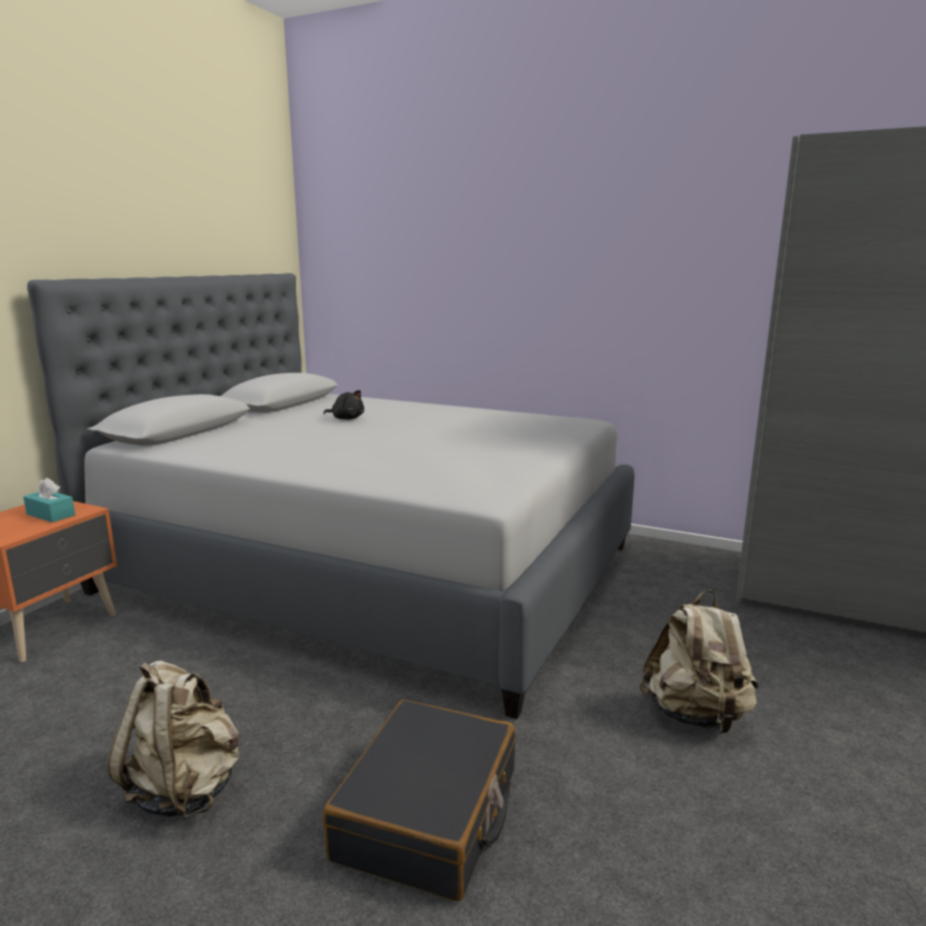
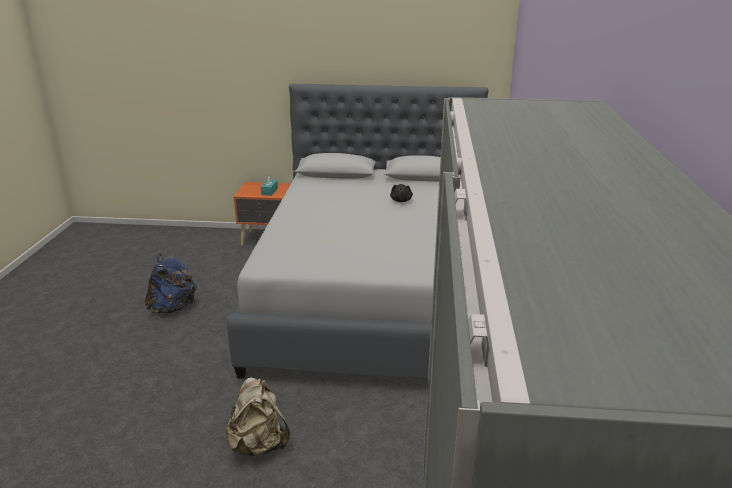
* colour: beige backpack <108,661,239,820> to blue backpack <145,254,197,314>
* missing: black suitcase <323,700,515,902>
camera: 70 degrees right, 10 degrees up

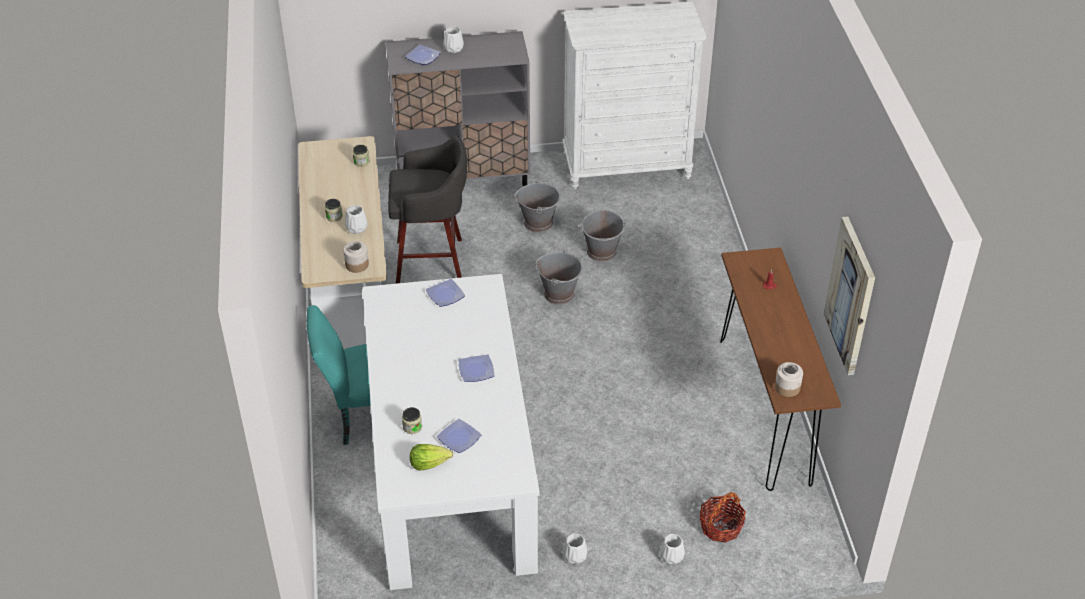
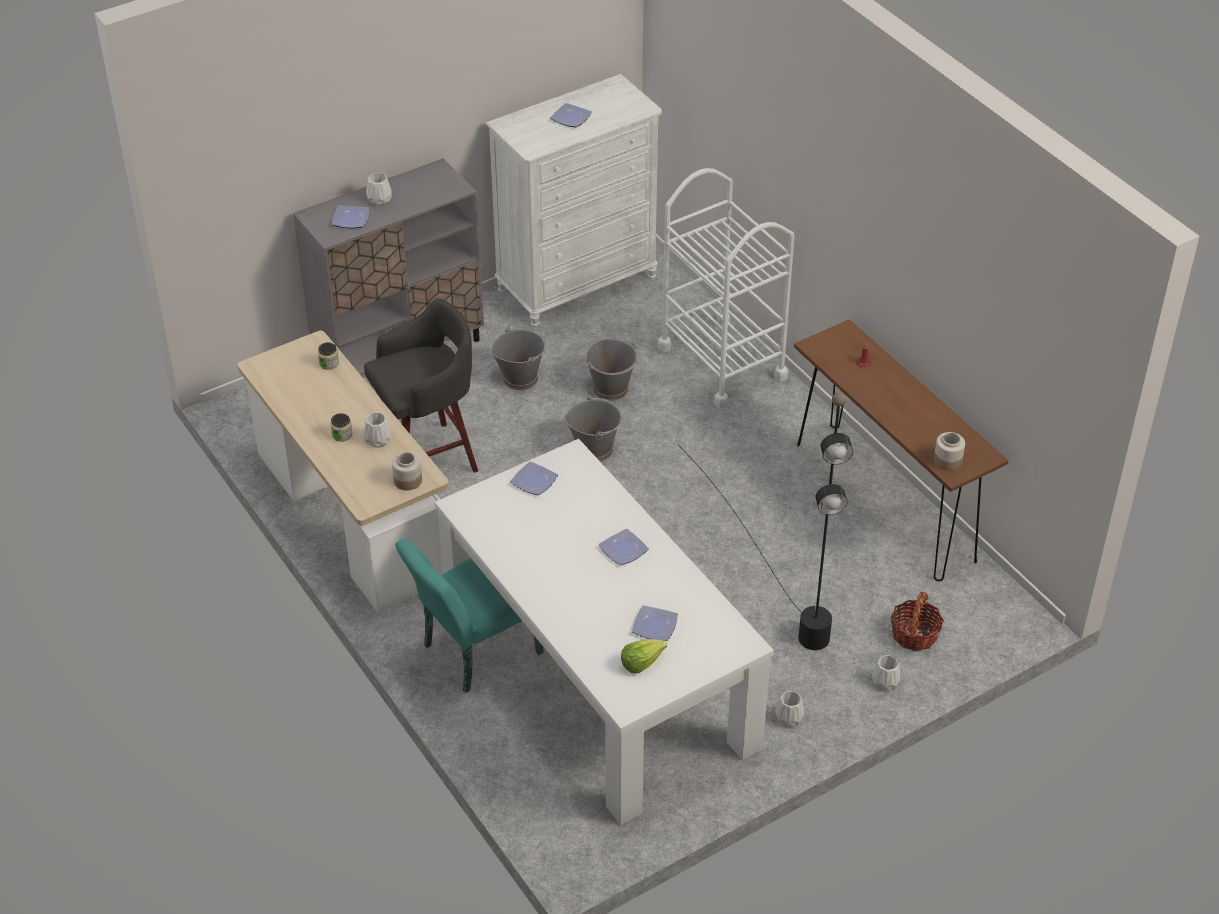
* missing: jar <402,407,422,434>
* missing: picture <823,217,875,375>
* appeared: plate <550,103,592,127>
* appeared: white cart <657,168,795,408>
* appeared: black floor lamp <677,392,853,650>
camera: 25 degrees left, 0 degrees up

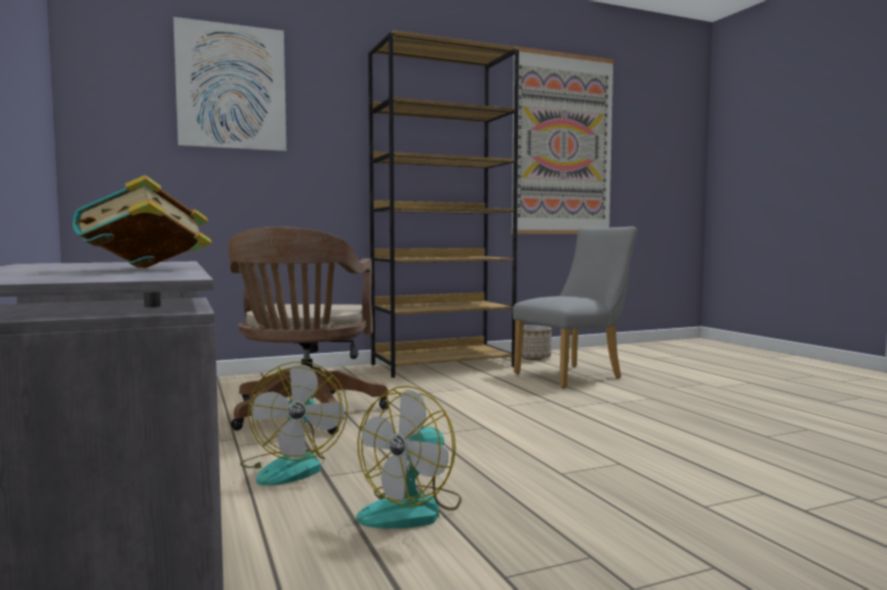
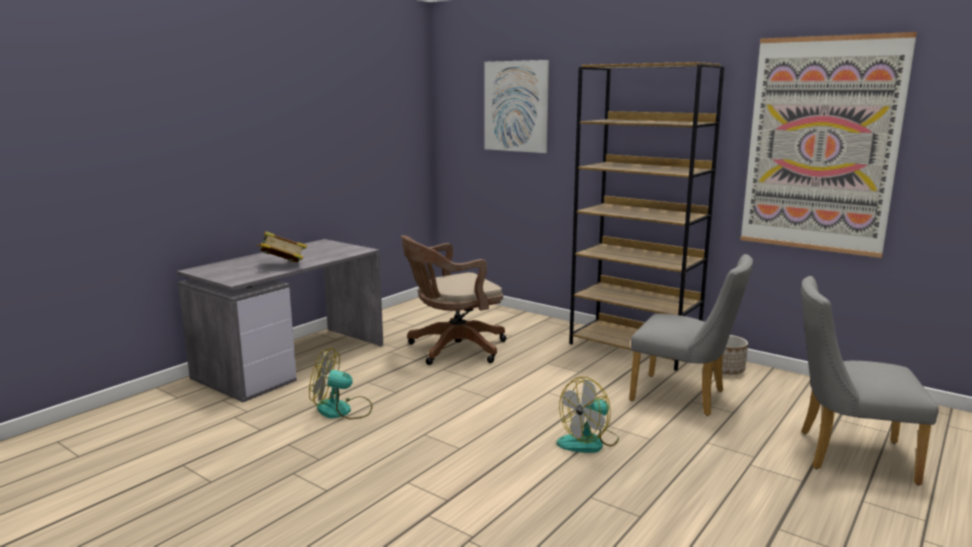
* relocated: fan <240,361,348,486> to <557,376,619,453>
* appeared: grey chair <801,276,939,485>
camera: 60 degrees right, 10 degrees up

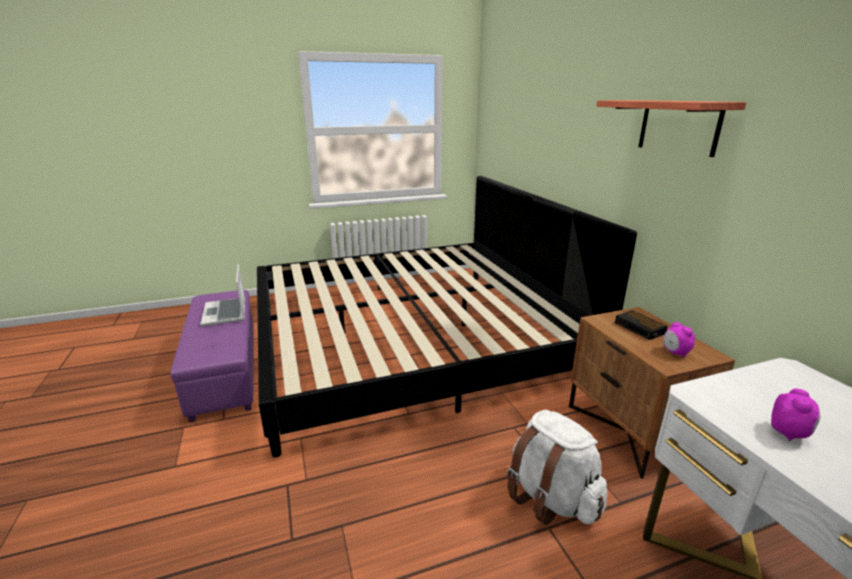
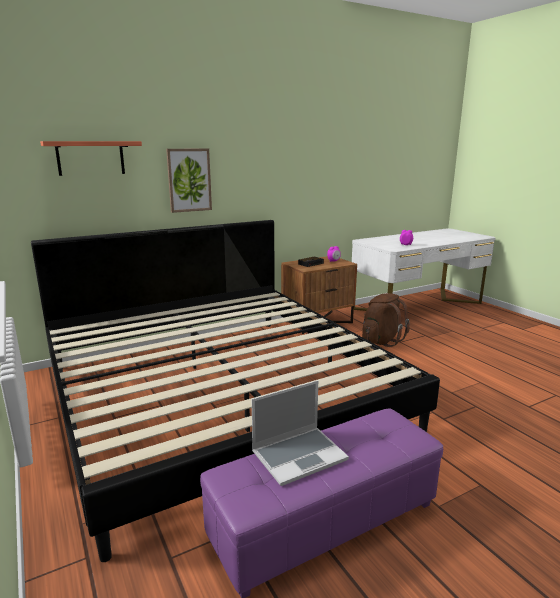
* colour: white backpack <507,410,607,525> to brown backpack <362,293,410,347>
* relocated: shelf <596,100,747,157> to <40,141,142,176>
* appeared: picture <166,148,212,213>
camera: 100 degrees left, 5 degrees down

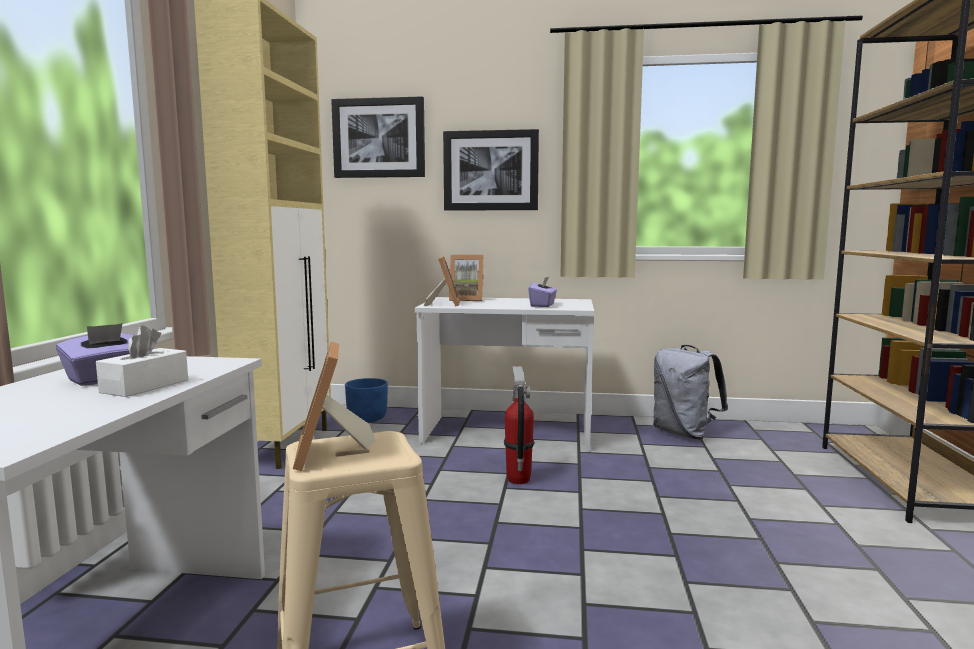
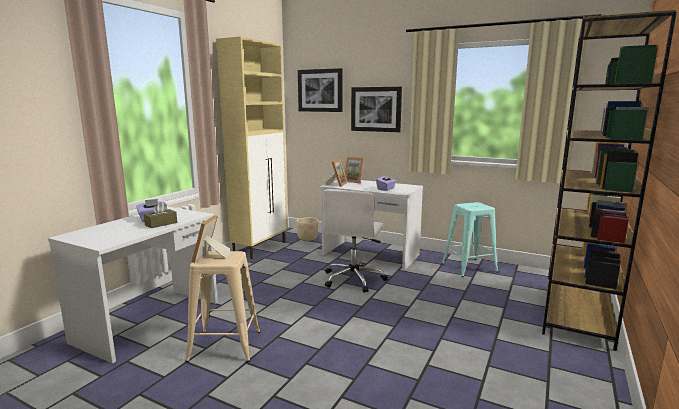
* colour: white tissue box <96,325,188,397> to brown tissue box <144,202,177,228>
* colour: blue planter <345,378,388,423> to beige planter <297,217,318,241>
* exchanged: fire extinguisher <504,366,534,484> to white office chair <323,189,388,293>
* exchanged: grey backpack <653,345,728,440> to turquoise stool <442,202,499,277>
camera: 20 degrees right, 5 degrees up

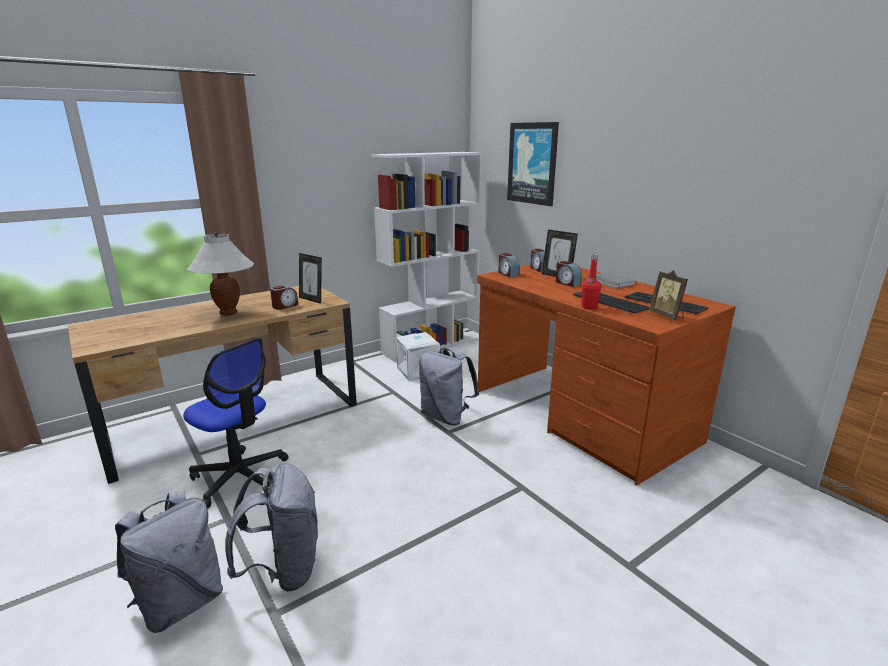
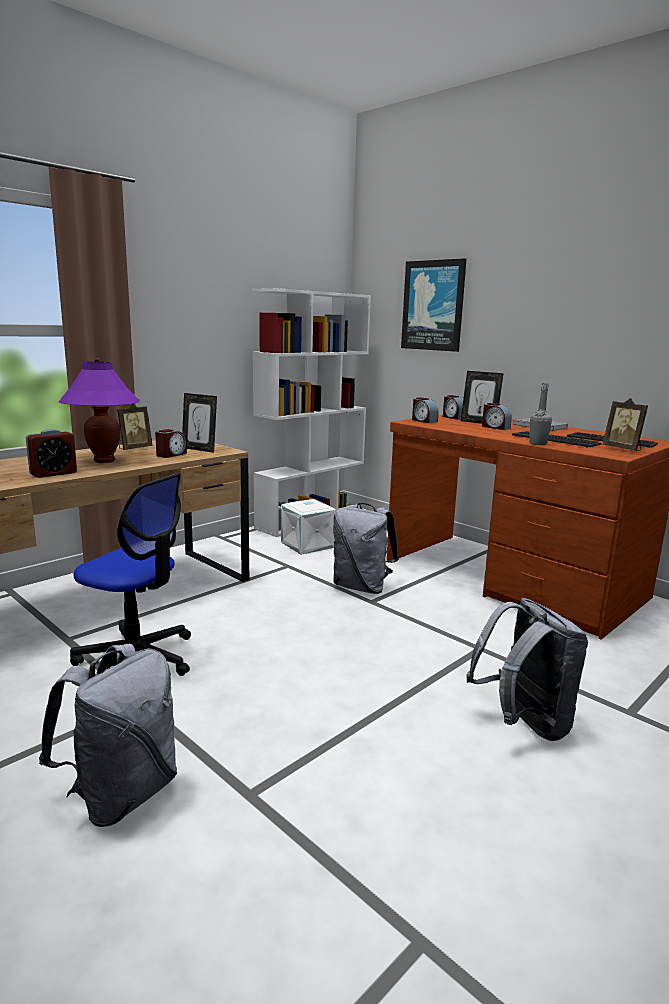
* colour: white table lamp <187,232,254,316> to purple table lamp <59,358,140,463>
* relocated: grey backpack <225,463,318,592> to <466,598,588,741>
* colour: red bottle <582,254,601,310> to grey bottle <529,383,552,445>
* appeared: alarm clock <26,429,77,478>
* appeared: picture frame <117,404,153,450>
camera: 10 degrees left, 5 degrees down

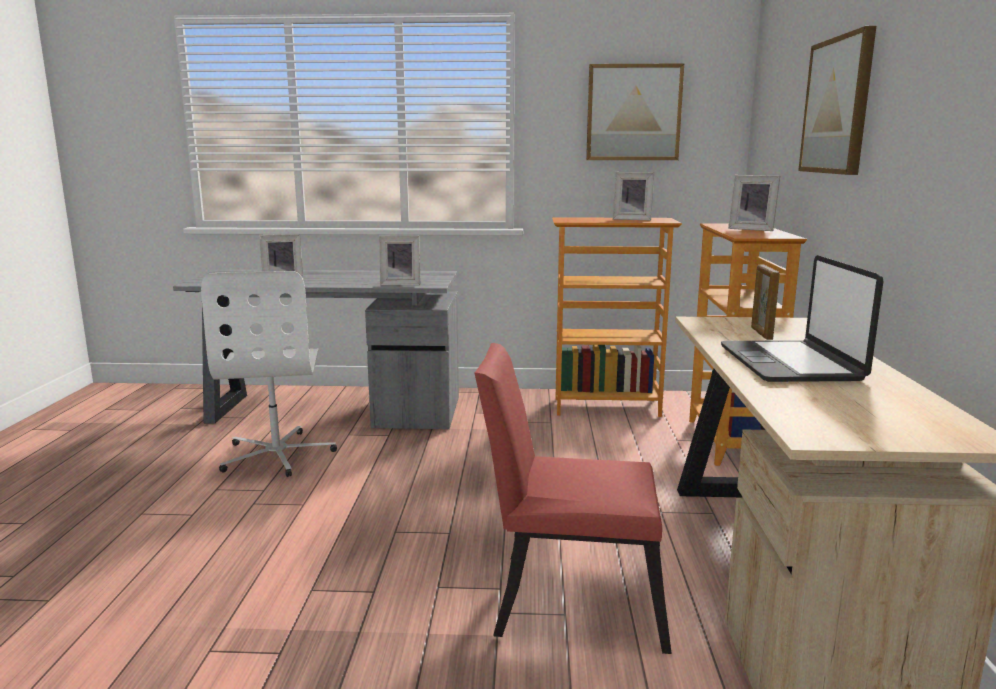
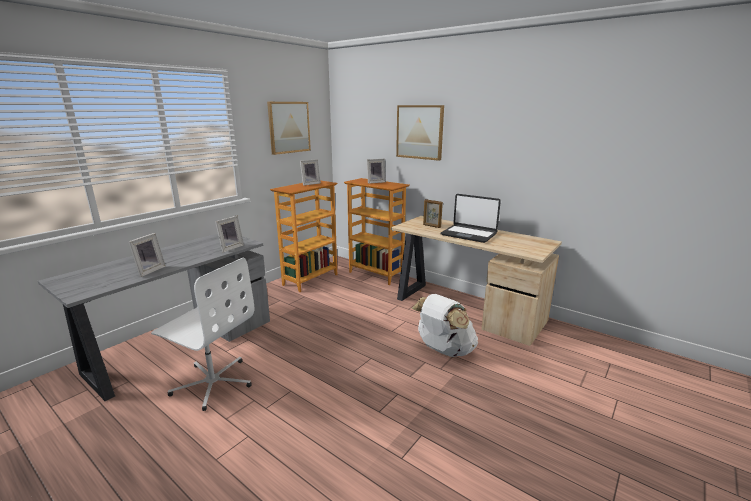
* exchanged: red chair <475,343,672,654> to white backpack <412,294,478,357>
camera: 55 degrees left, 5 degrees up

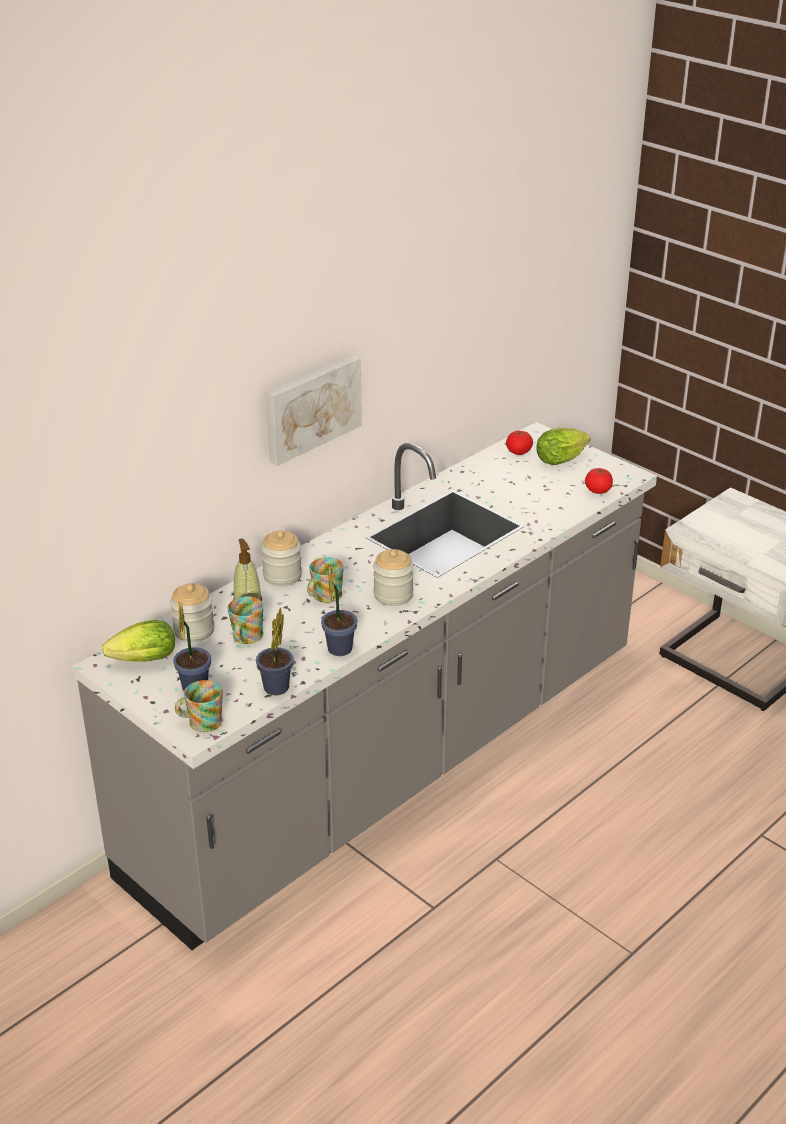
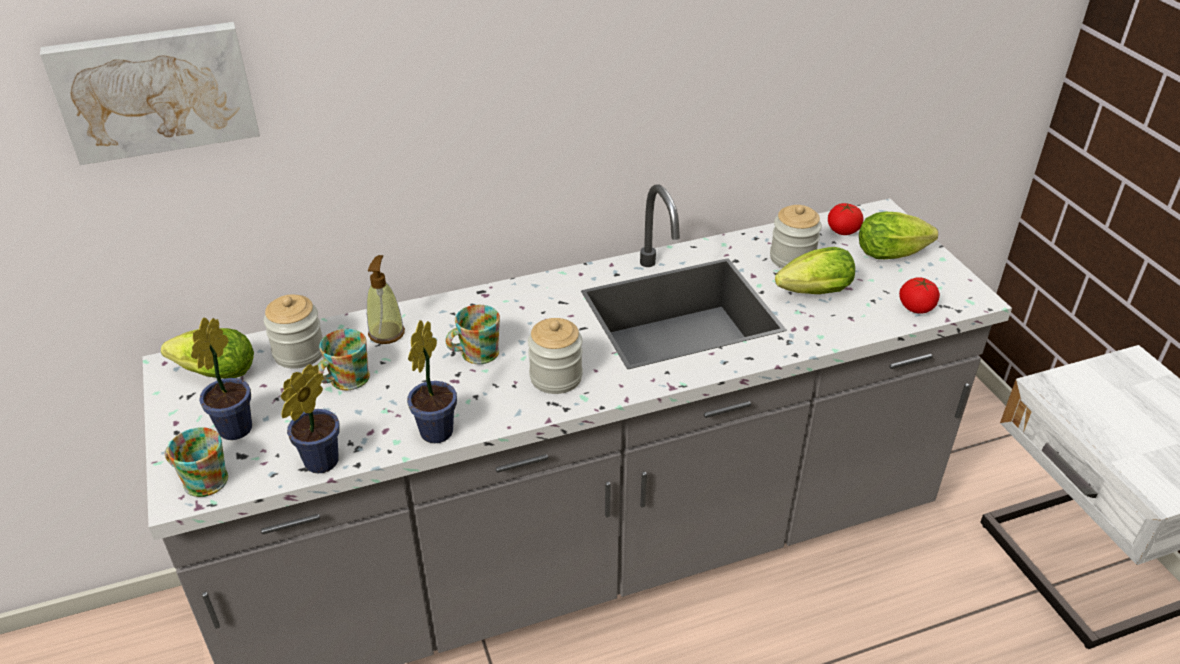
* relocated: jar <261,530,302,586> to <770,205,822,268>
* relocated: picture <266,355,362,466> to <40,22,260,165>
* appeared: lettuce <775,247,855,294>
camera: 25 degrees right, 5 degrees up

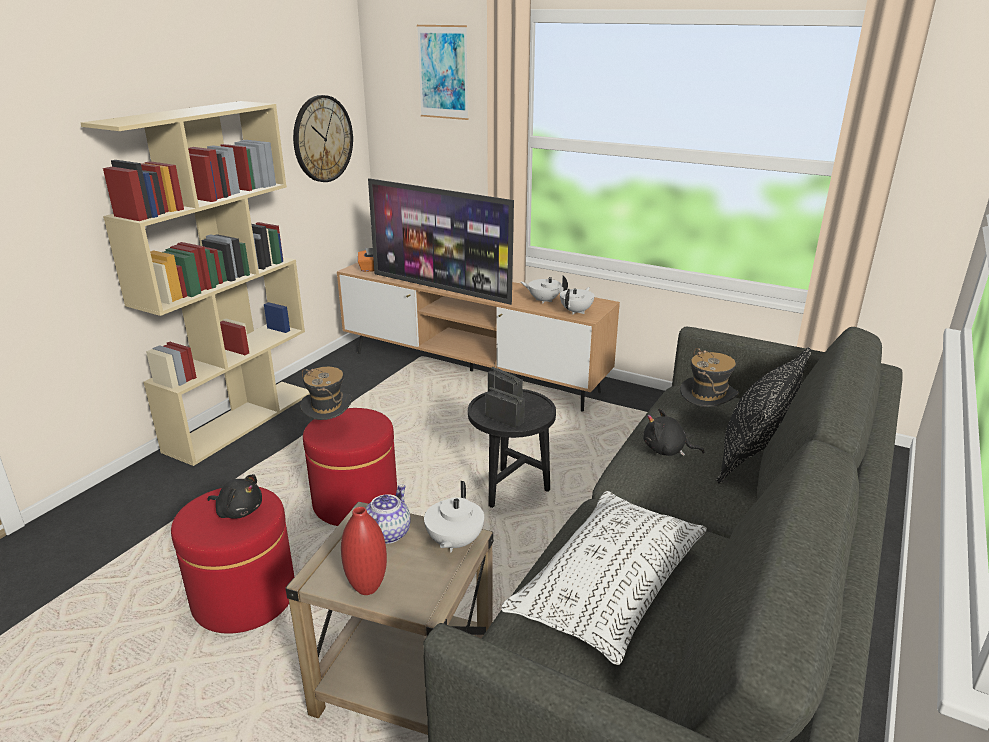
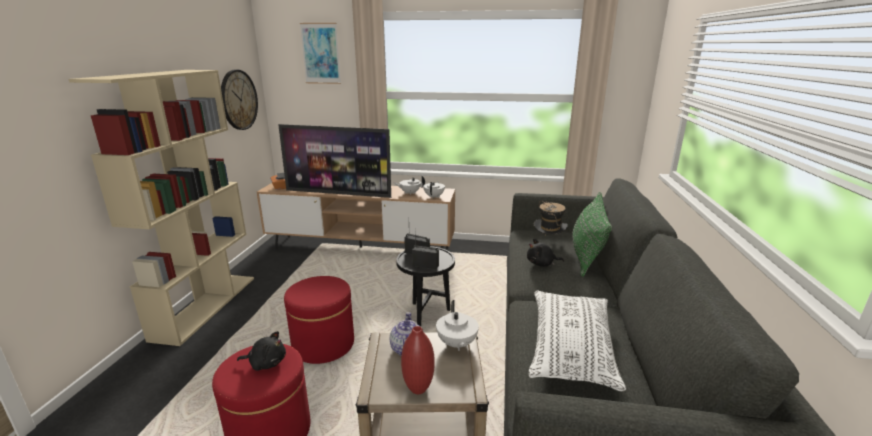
* missing: hat <300,367,352,420>
* colour: black pillow <716,347,811,484> to green pillow <573,192,612,277>
camera: 20 degrees left, 5 degrees down

